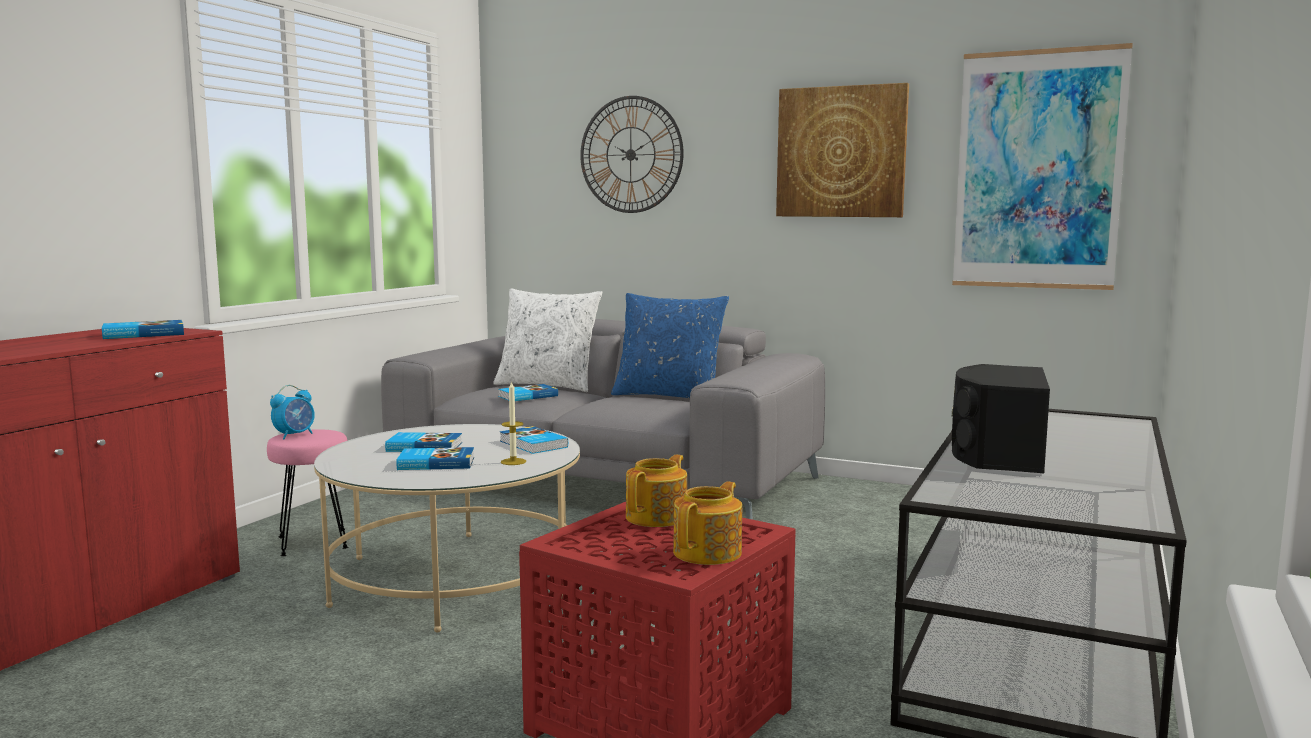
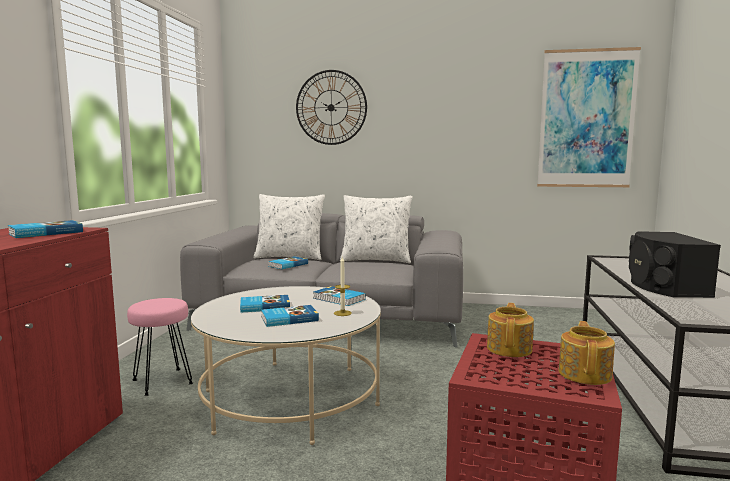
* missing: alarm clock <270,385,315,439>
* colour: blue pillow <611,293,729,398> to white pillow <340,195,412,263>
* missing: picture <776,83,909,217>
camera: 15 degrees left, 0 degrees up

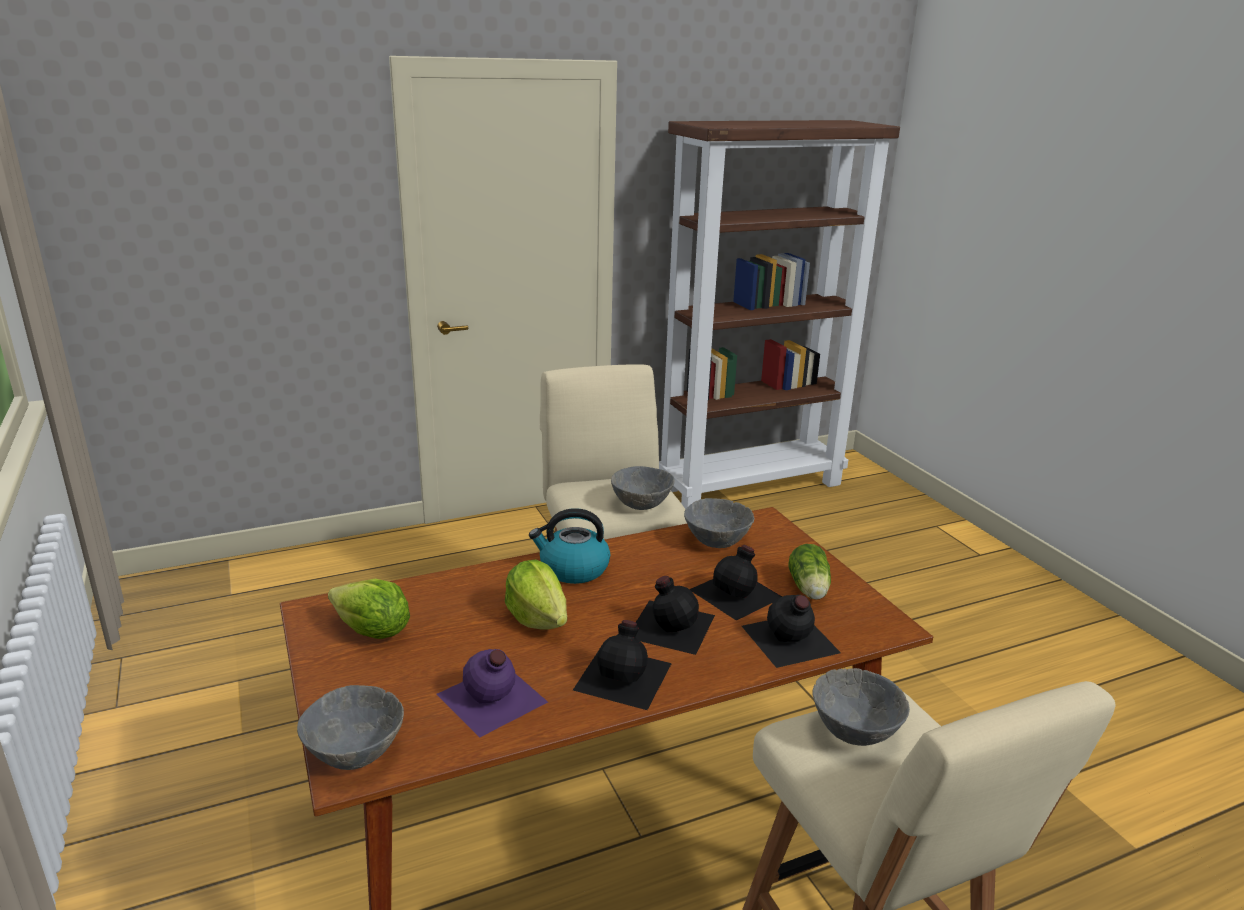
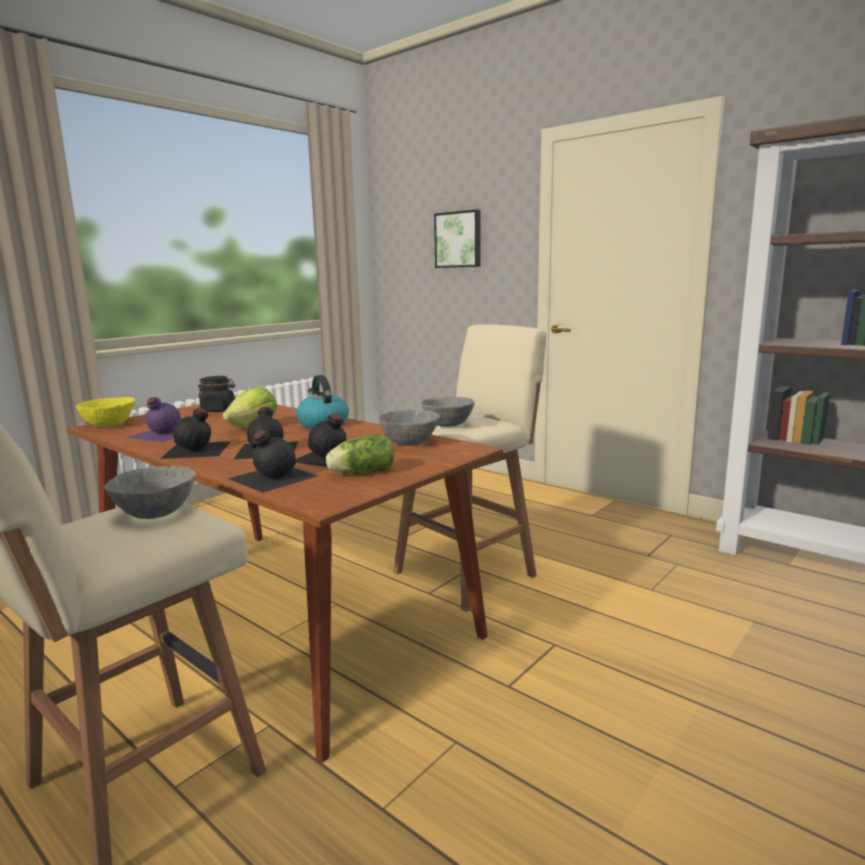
* colour: grey bowl <297,685,404,770> to yellow bowl <76,397,135,427>
* exchanged: lettuce <328,579,410,639> to black jar <198,376,235,412>
* appeared: picture <434,209,481,268>
camera: 65 degrees right, 10 degrees down

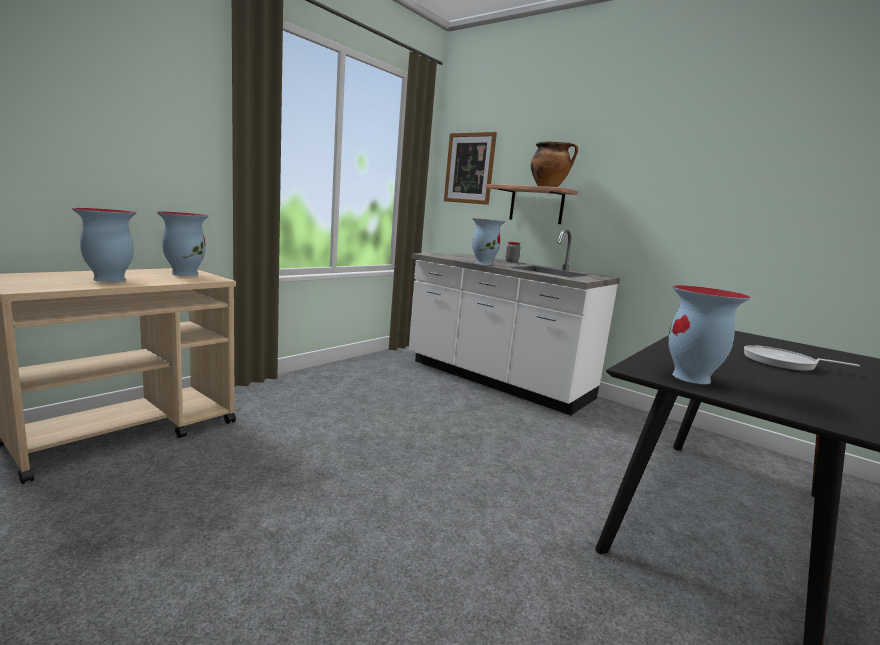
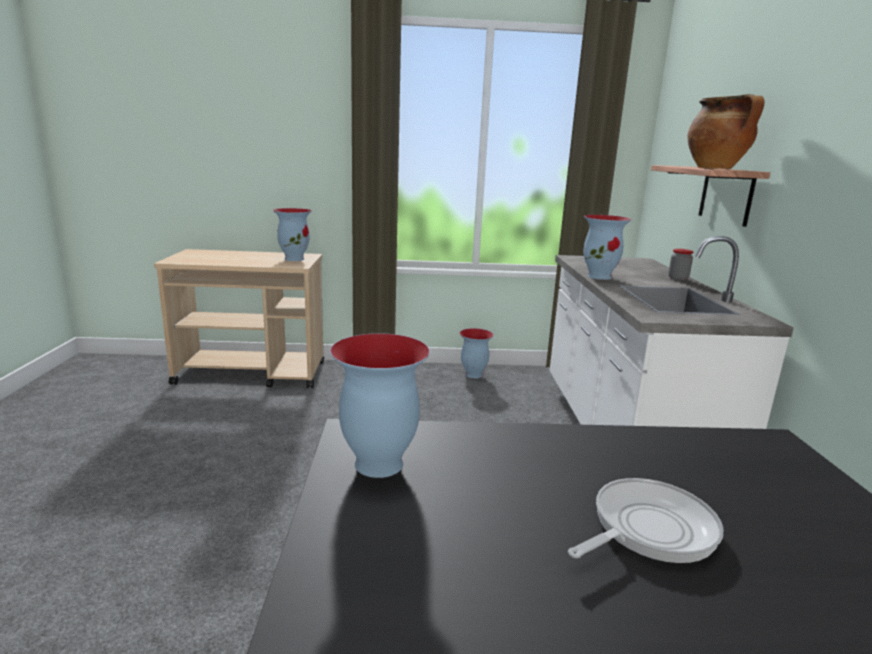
* relocated: vase <72,208,137,282> to <460,328,494,379>
* missing: picture <444,132,497,205>
* spun: frying pan <744,345,860,371> = <568,478,724,563> 75 degrees clockwise
camera: 50 degrees right, 5 degrees up

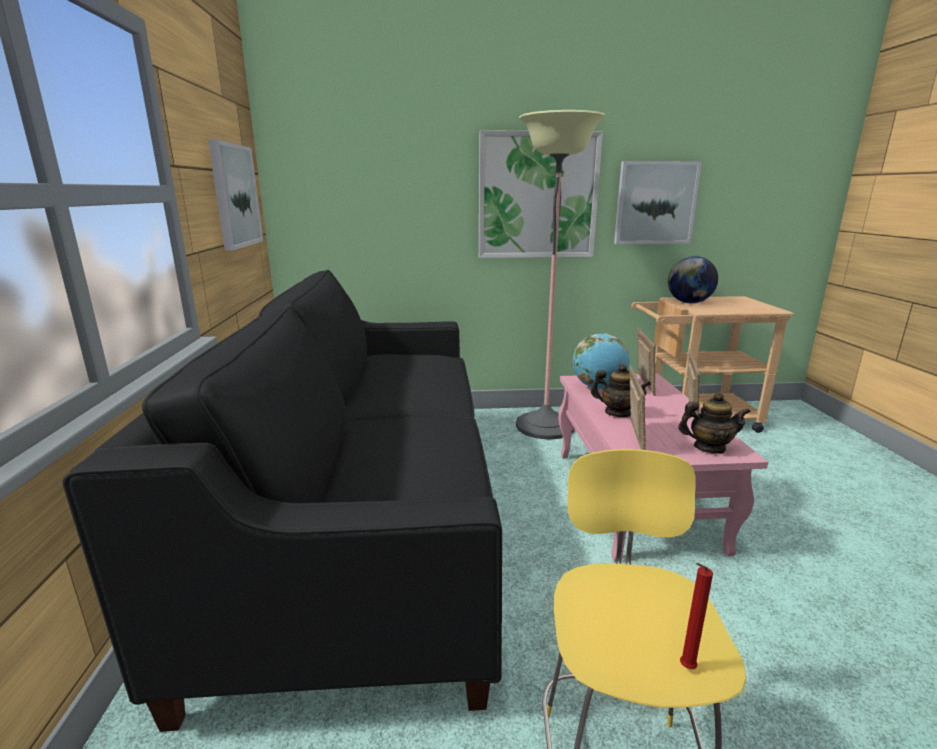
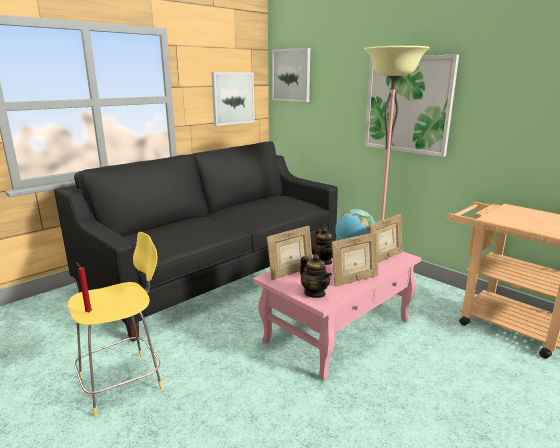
* relocated: picture <614,161,702,244> to <272,48,310,102>
* missing: globe <668,256,718,303>
camera: 50 degrees right, 0 degrees up

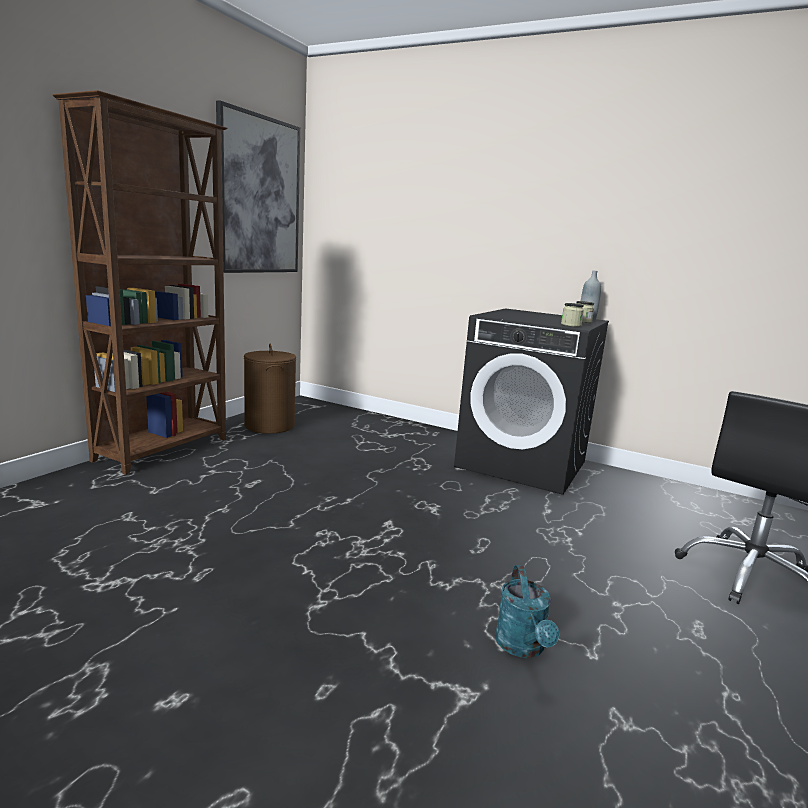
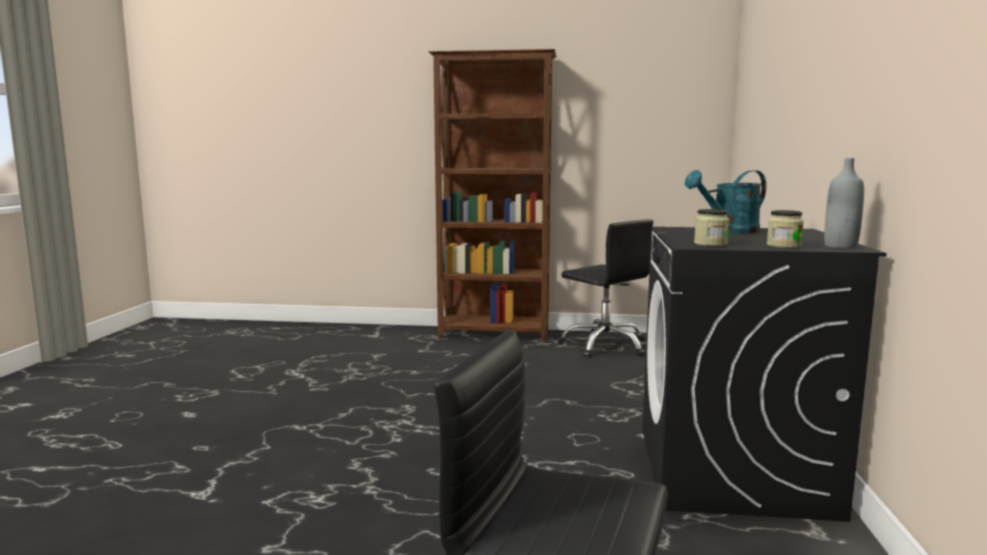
* missing: picture <216,100,300,273>
* exchanged: brown laundry basket <244,343,296,434> to black office chair <558,219,653,358>
* relocated: turquoise watering can <495,565,560,658> to <685,170,766,234>
camera: 70 degrees right, 5 degrees down

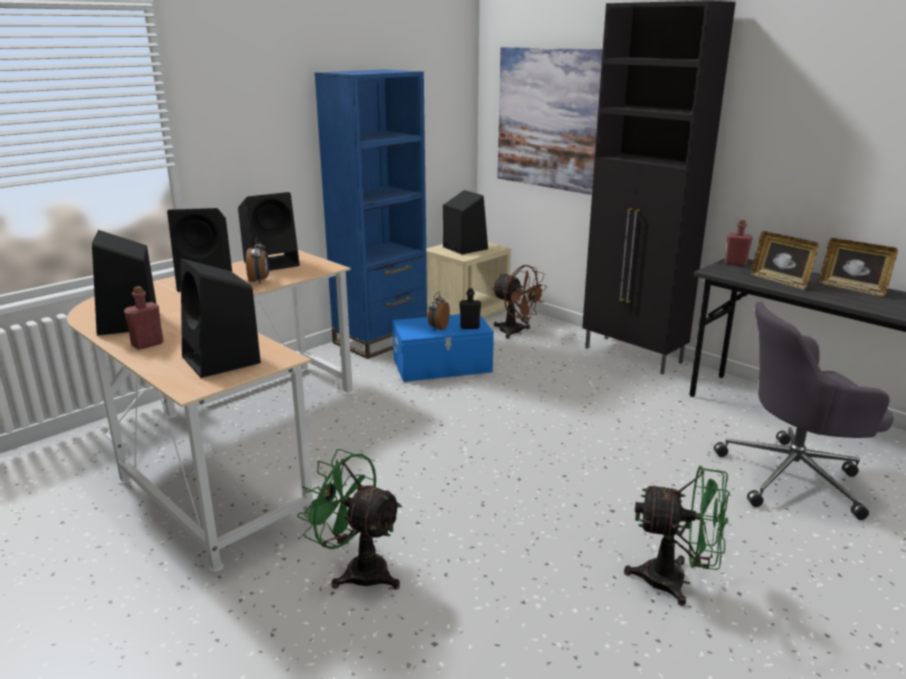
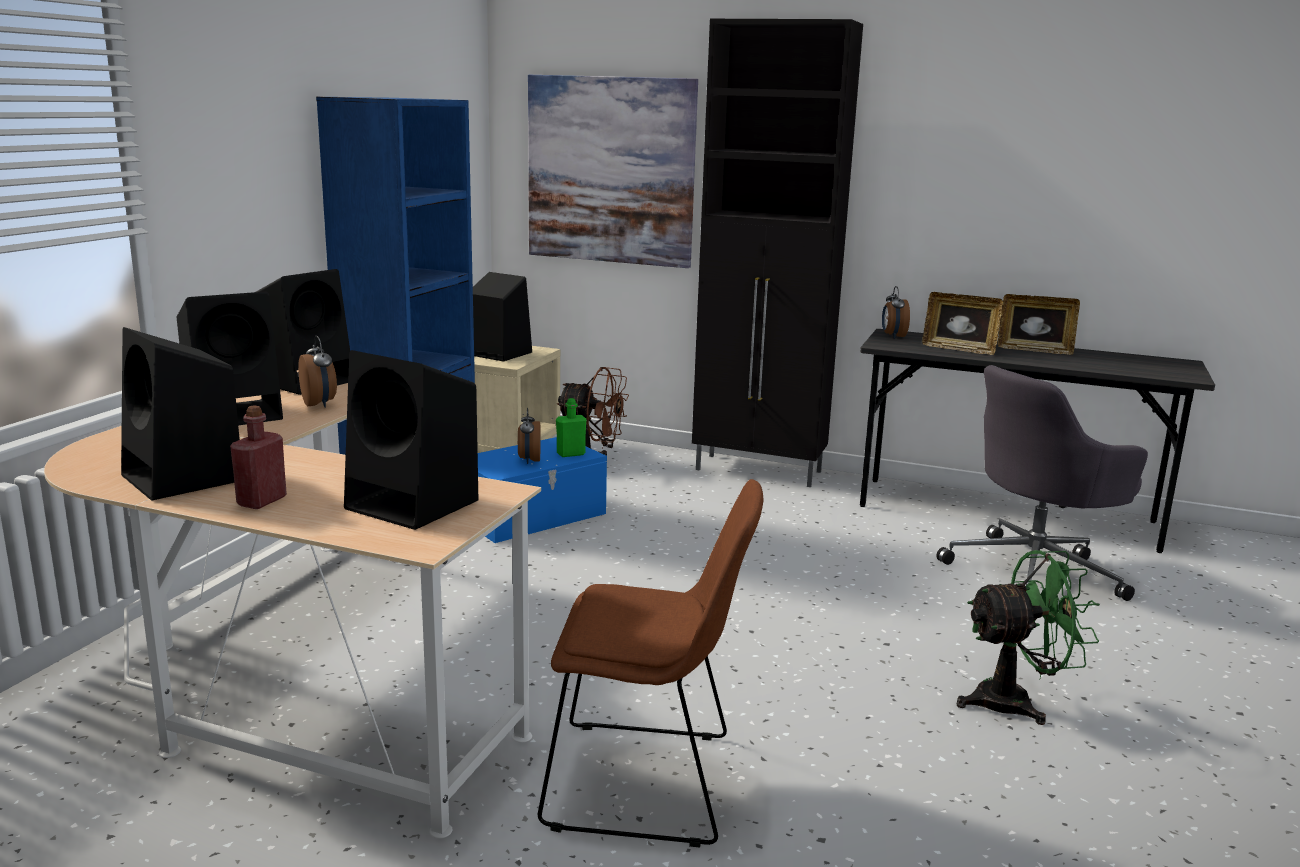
* exchanged: green fan <297,449,402,590> to brown chair <538,479,763,848>
* colour: black bottle <459,288,481,329> to green bottle <556,398,587,457>
* exchanged: red bottle <725,220,753,266> to alarm clock <882,286,910,339>
camera: 25 degrees left, 5 degrees down

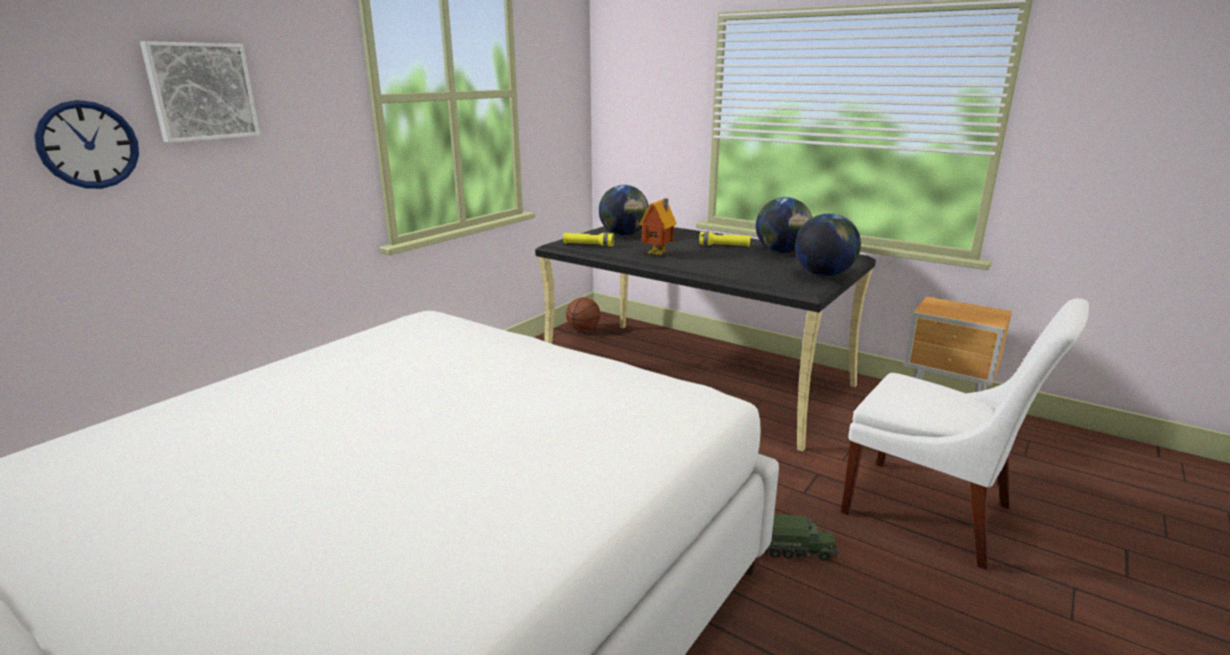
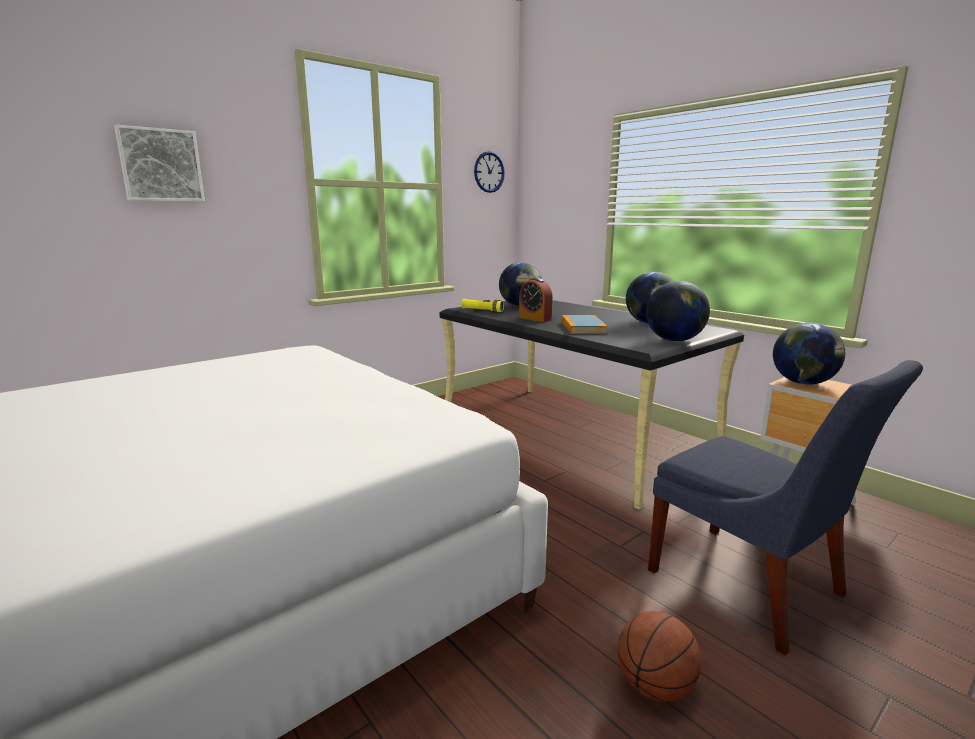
* relocated: wall clock <34,100,139,189> to <474,151,505,193>
* relocated: basketball <566,297,600,332> to <618,611,701,702>
* exchanged: toy house <639,198,677,255> to alarm clock <519,278,553,322>
* missing: yellow flashlight <699,231,750,247>
* missing: toy truck <766,514,839,561>
* colour: white chair <841,298,1089,570> to blue chair <648,360,923,655>
* appeared: book <561,315,607,334>
* appeared: globe <773,323,845,385>
camera: 15 degrees right, 5 degrees down

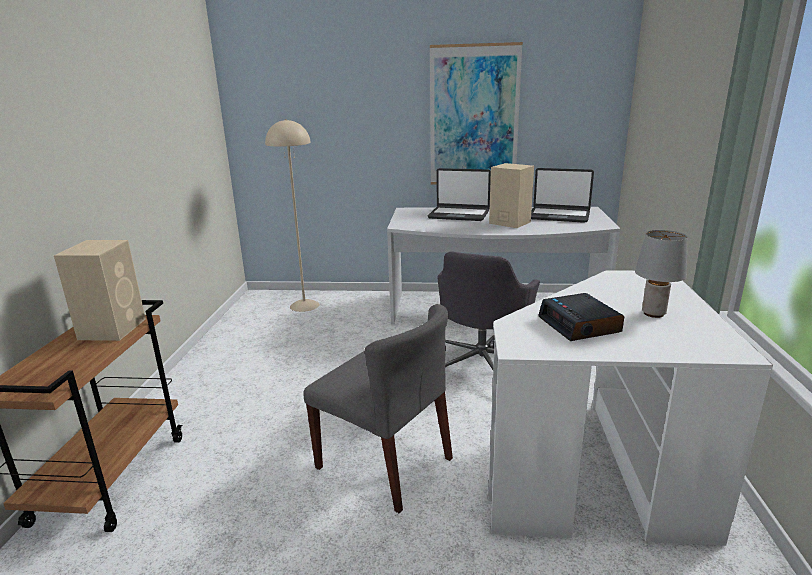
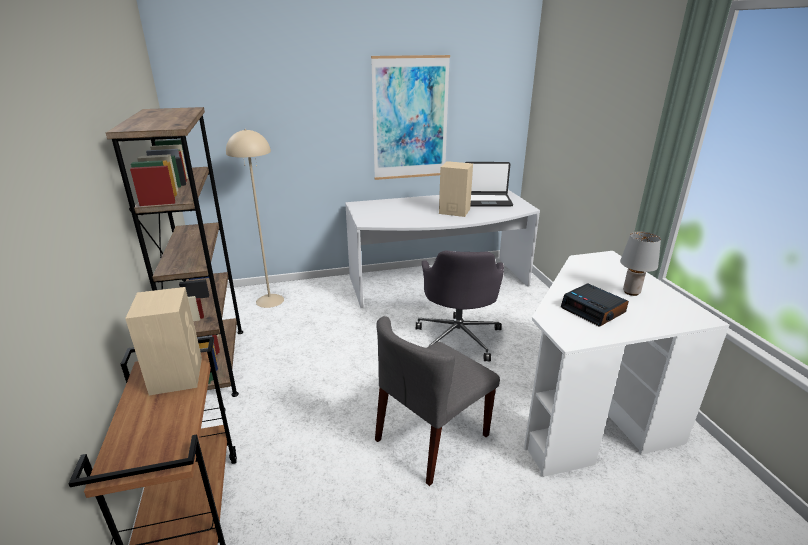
* spun: grey chair <303,304,453,514> = <375,316,500,486> 120 degrees clockwise
* missing: laptop <428,168,491,221>
* appeared: brown bookcase <106,107,243,397>
camera: 20 degrees left, 5 degrees up

